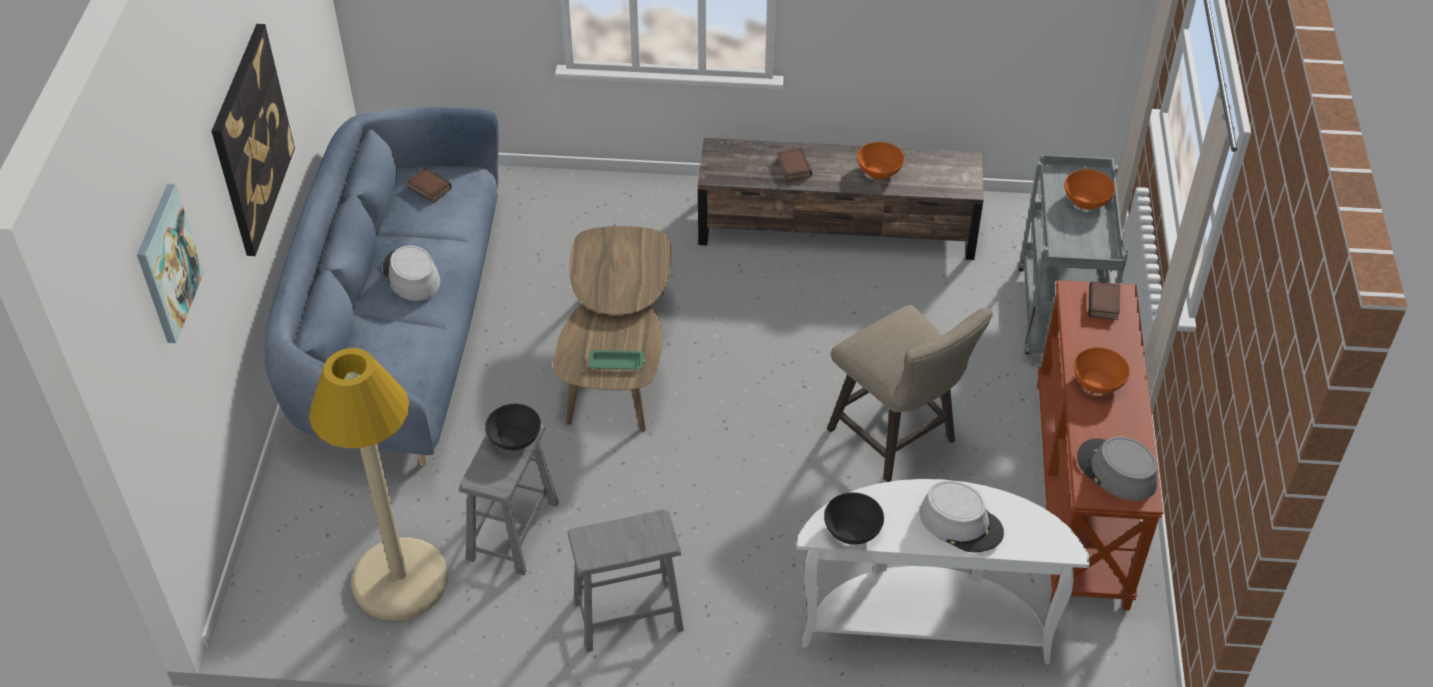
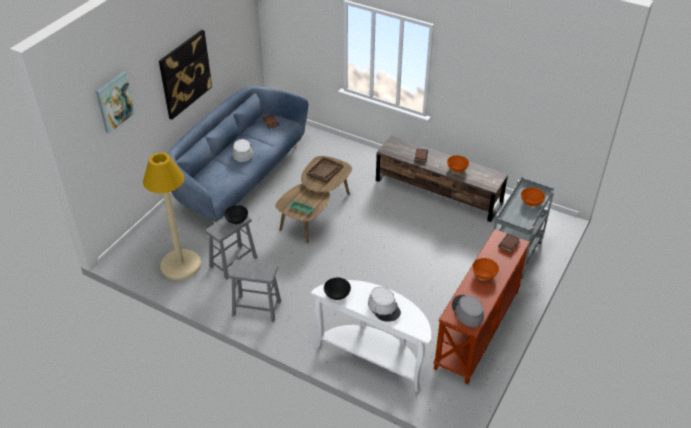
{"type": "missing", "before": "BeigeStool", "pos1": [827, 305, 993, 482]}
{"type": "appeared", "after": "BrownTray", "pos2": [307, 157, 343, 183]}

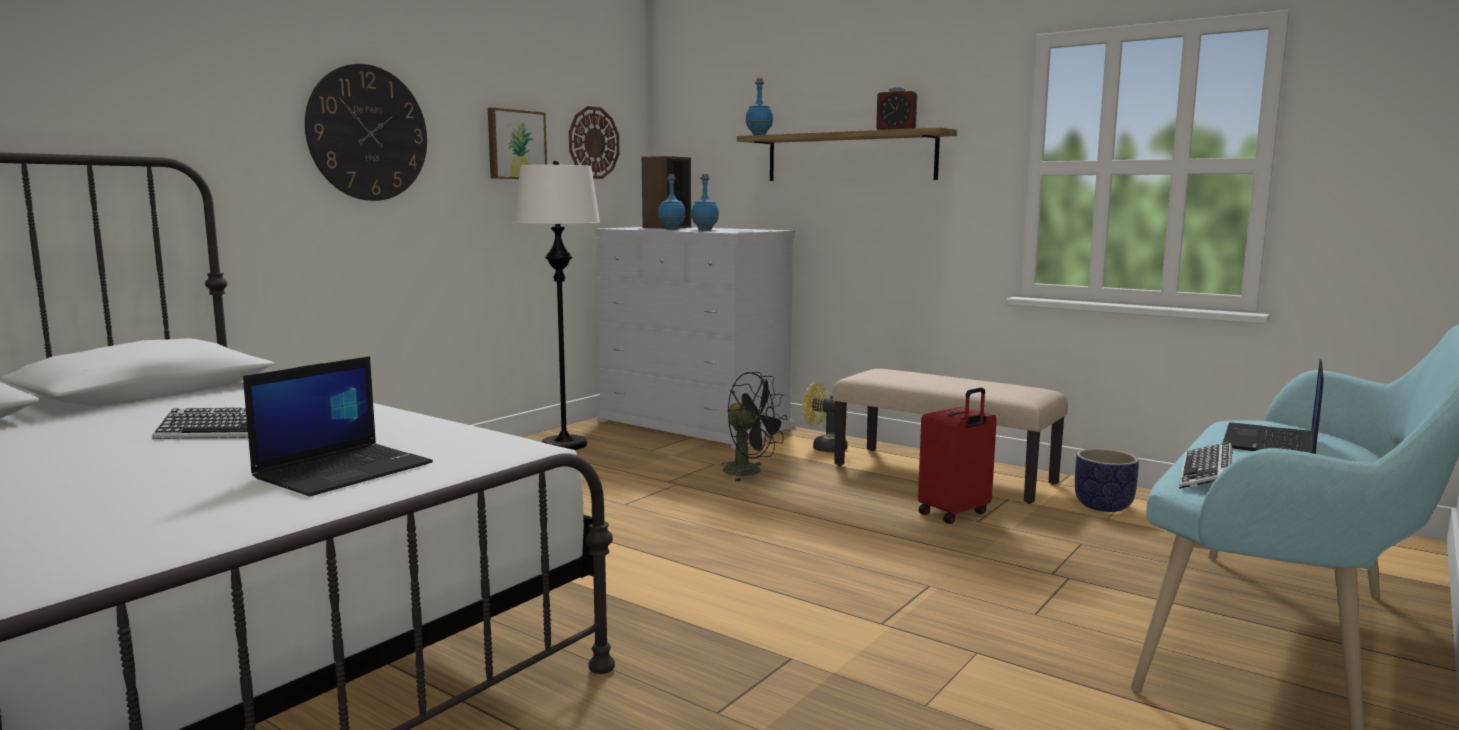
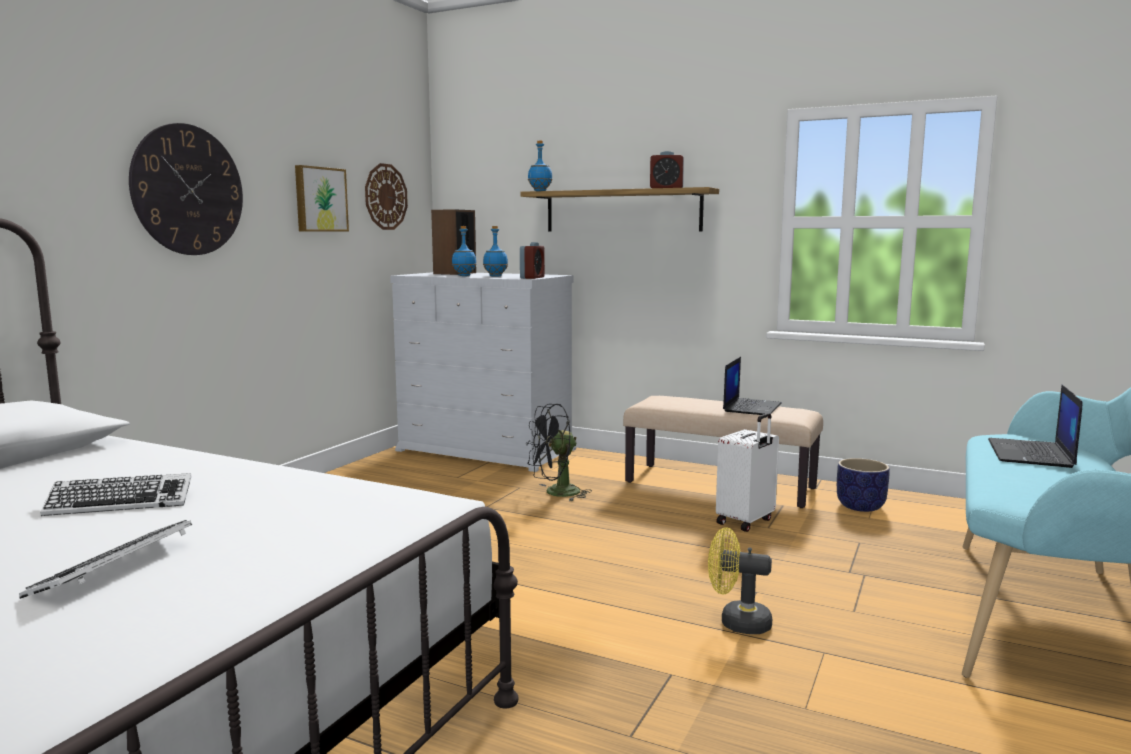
{"type": "missing", "before": "WhiteFloorLamp", "pos1": [515, 161, 600, 450]}
{"type": "appeared", "after": "AlarmClock", "pos2": [520, 242, 545, 279]}
{"type": "relocated", "before": "Laptop", "pos1": [243, 356, 433, 496], "pos2": [723, 357, 782, 415]}
{"type": "relocated", "before": "YellowFan", "pos1": [803, 382, 848, 452], "pos2": [708, 527, 772, 634]}
{"type": "relocated", "before": "Keyboard", "pos1": [1179, 442, 1233, 489], "pos2": [19, 520, 192, 599]}
{"type": "colour", "before": "RedSuitcase", "after": "WhiteSuitcase", "pos1": [918, 388, 997, 524], "pos2": [716, 413, 779, 532]}
{"type": "spun", "before": "BlackFan", "pos1": [721, 372, 787, 481], "pos2": [526, 404, 592, 501], "turn": 135}

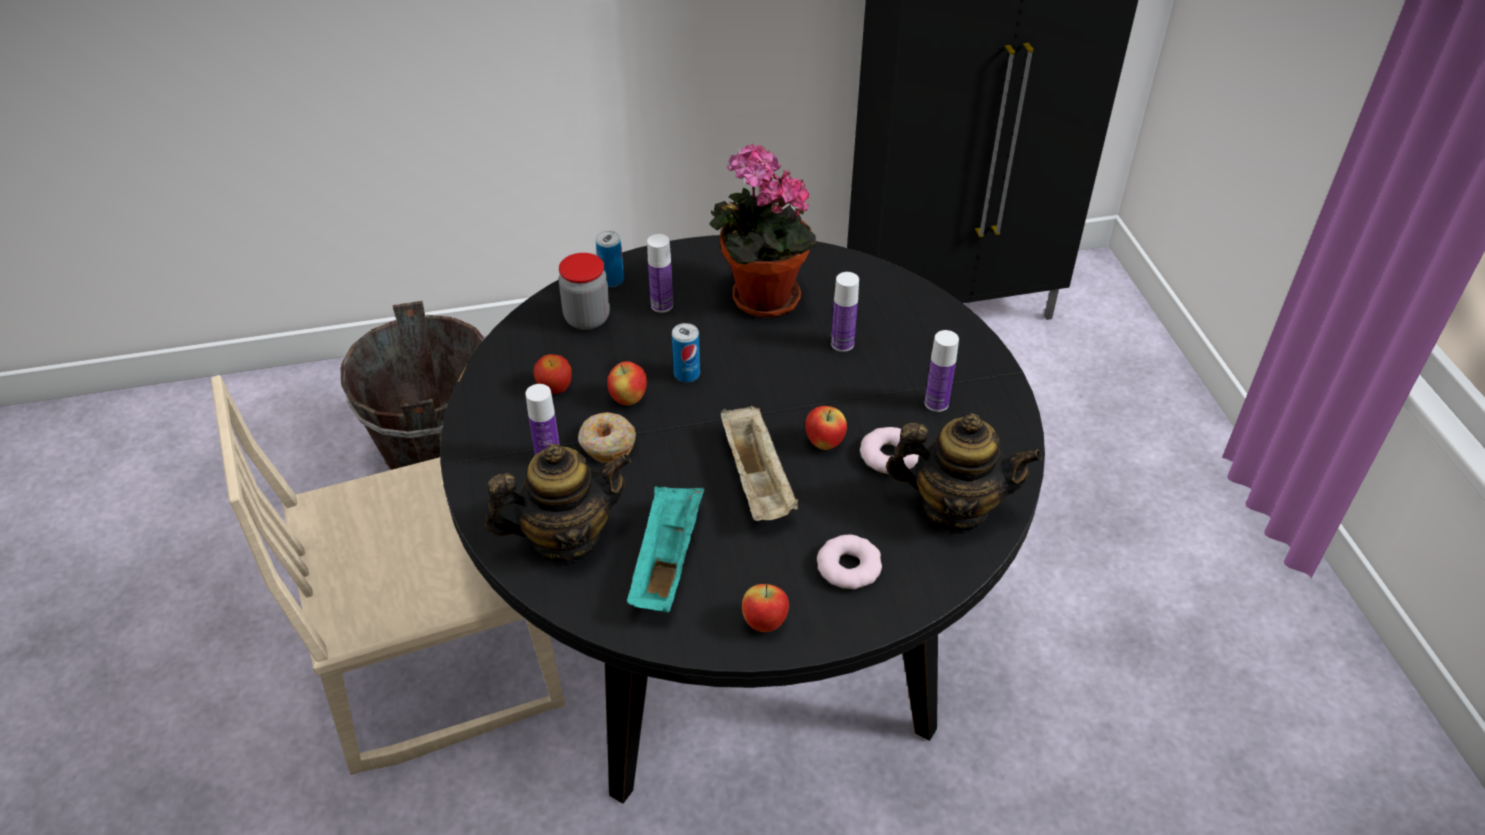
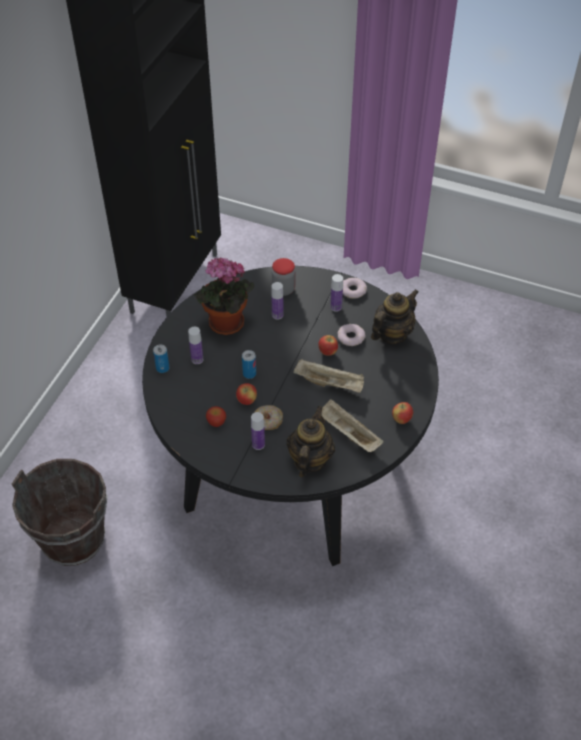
{"type": "missing", "before": "BeigeChair", "pos1": [211, 375, 565, 775]}
{"type": "relocated", "before": "Jar", "pos1": [559, 253, 610, 330], "pos2": [272, 258, 295, 296]}
{"type": "relocated", "before": "Donut", "pos1": [817, 535, 882, 590], "pos2": [343, 278, 367, 299]}
{"type": "colour", "before": "TurquoiseTray", "after": "BeigeTray", "pos1": [627, 486, 704, 612], "pos2": [321, 399, 384, 452]}

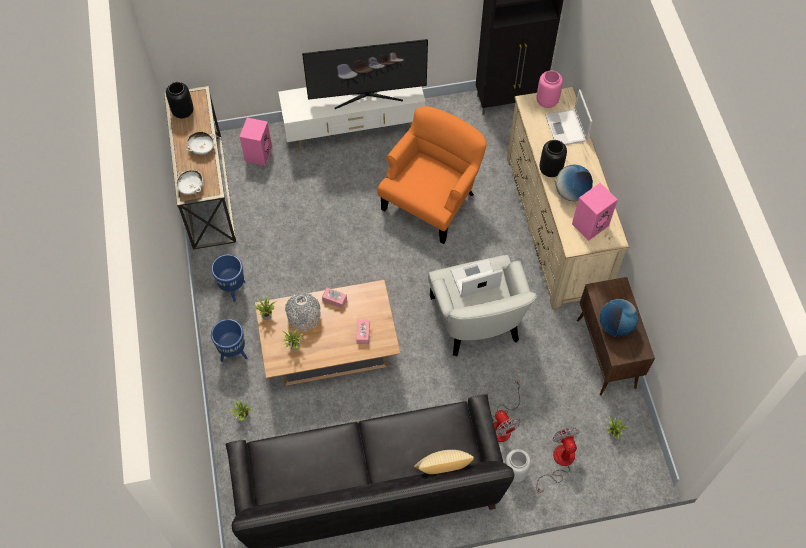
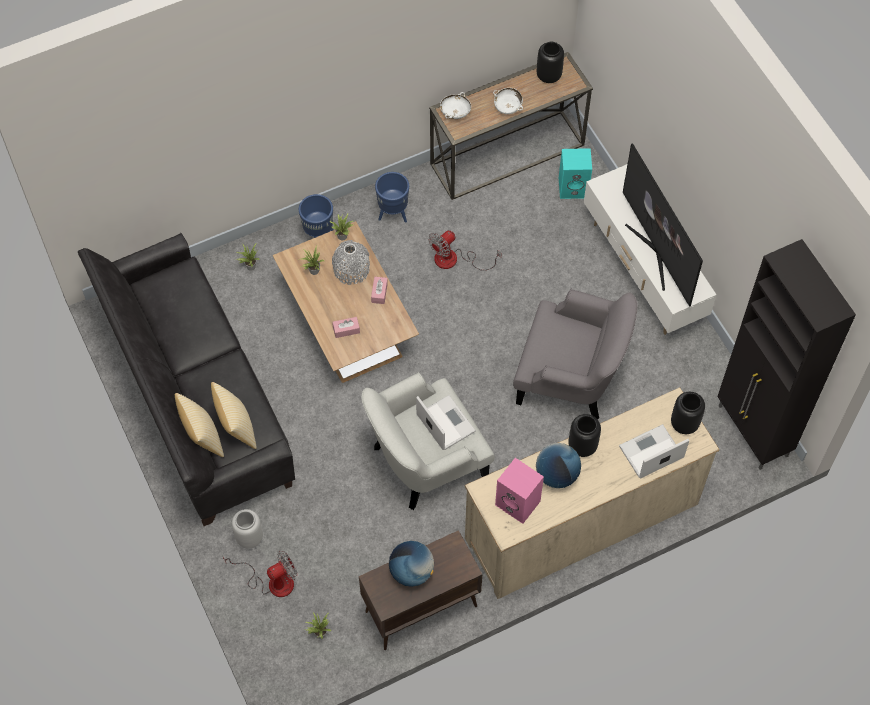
{"type": "appeared", "after": "Pillow", "pos2": [211, 382, 257, 449]}
{"type": "relocated", "before": "Fan", "pos1": [492, 379, 520, 442], "pos2": [428, 230, 502, 271]}
{"type": "colour", "before": "PinkSpeaker", "after": "TurquoiseSpeaker", "pos1": [239, 118, 272, 166], "pos2": [559, 148, 592, 199]}
{"type": "colour", "before": "OrangeArmchair", "after": "GreyArmchair", "pos1": [377, 106, 487, 244], "pos2": [513, 289, 638, 420]}
{"type": "colour", "before": "PinkVase", "after": "BlackVase", "pos1": [537, 70, 563, 108], "pos2": [671, 392, 705, 434]}

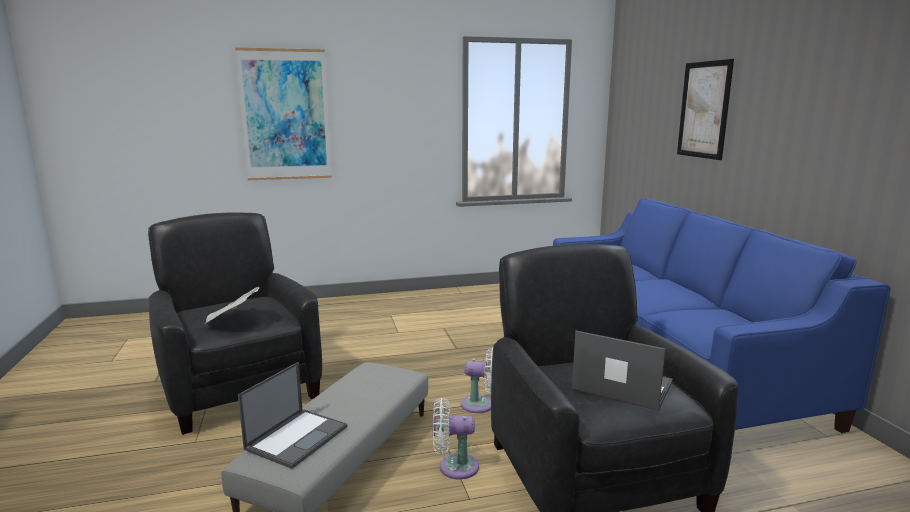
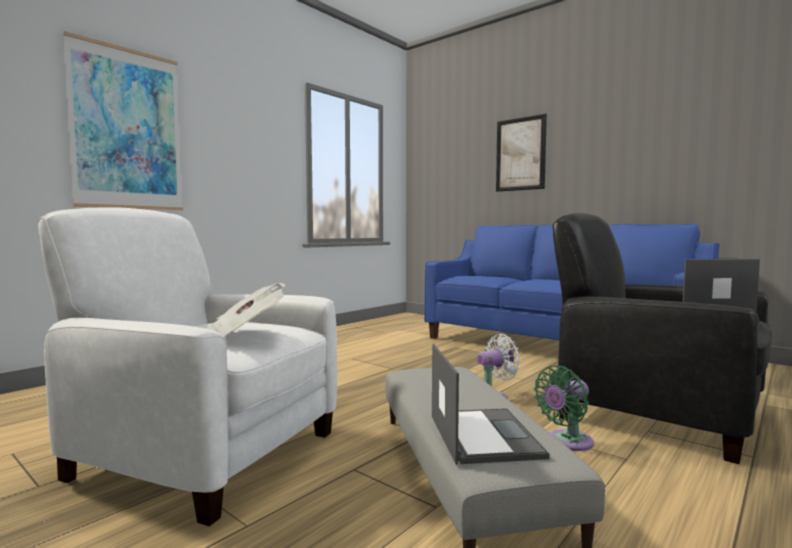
{"type": "colour", "before": "BlackArmchair", "after": "WhiteArmchair", "pos1": [148, 212, 322, 435], "pos2": [38, 207, 337, 526]}
{"type": "colour", "before": "WhiteFan", "after": "GreenFan", "pos1": [433, 398, 479, 480], "pos2": [534, 365, 594, 451]}

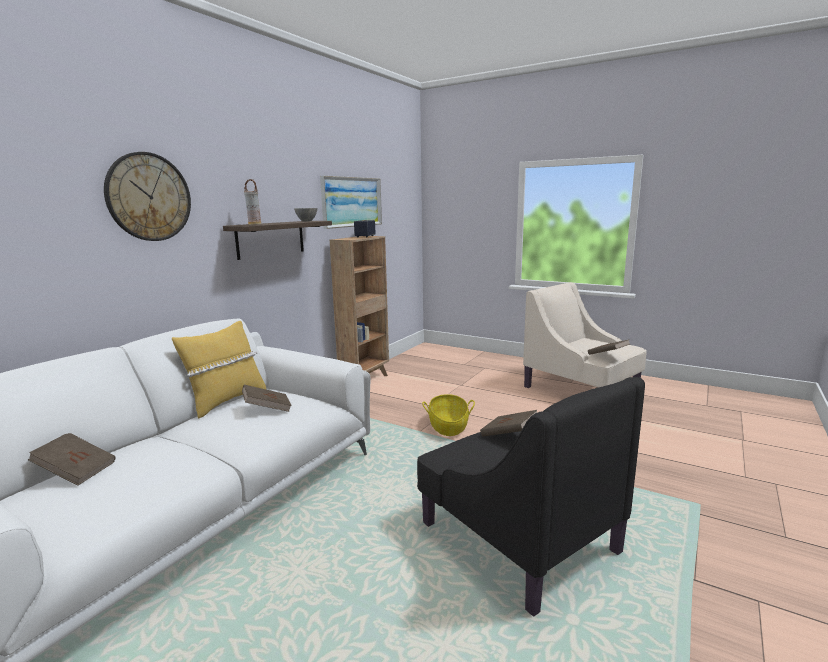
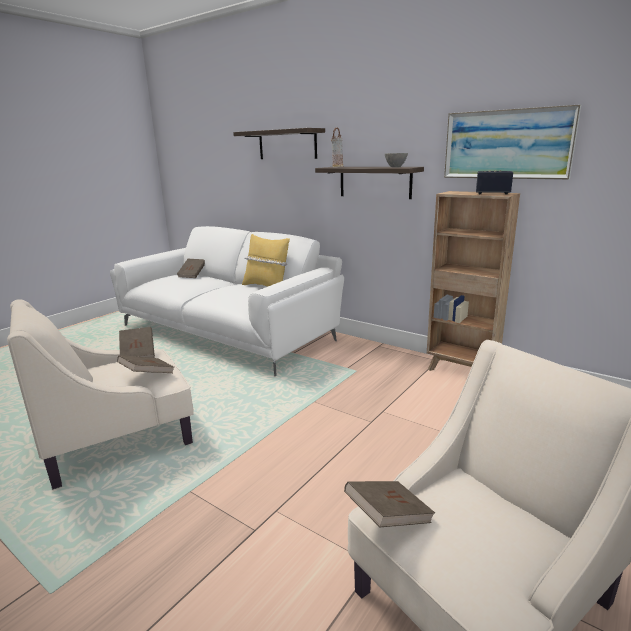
{"type": "missing", "before": "Basket", "pos1": [422, 394, 475, 436]}
{"type": "relocated", "before": "BrownBook", "pos1": [242, 385, 292, 412], "pos2": [119, 327, 155, 358]}
{"type": "exchanged", "before": "WallClock", "after": "Shelf", "pos1": [104, 152, 191, 241], "pos2": [233, 128, 325, 159]}
{"type": "colour", "before": "BlackArmchair", "after": "BeigeArmchair", "pos1": [417, 377, 645, 617], "pos2": [7, 299, 194, 490]}

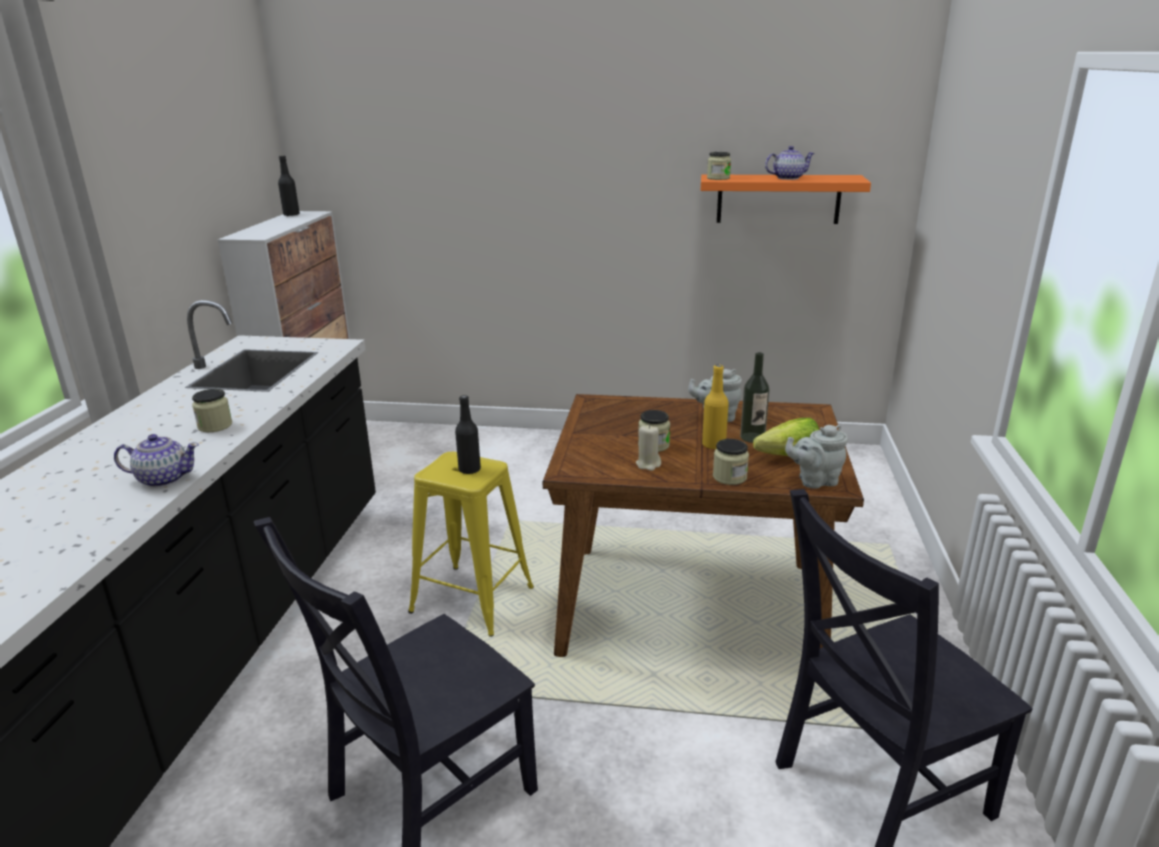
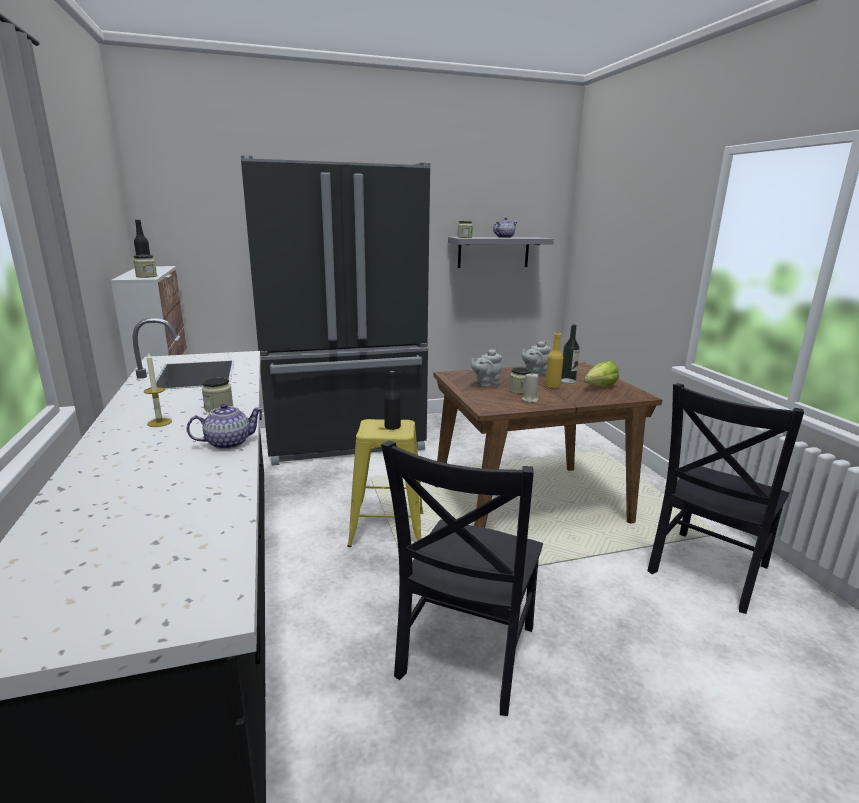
{"type": "appeared", "after": "Candle", "pos2": [144, 352, 172, 427]}
{"type": "appeared", "after": "BlackFridge", "pos2": [241, 156, 431, 466]}
{"type": "relocated", "before": "Jar", "pos1": [713, 439, 749, 485], "pos2": [133, 255, 157, 278]}
{"type": "relocated", "before": "GreyTeapot", "pos1": [785, 425, 848, 489], "pos2": [471, 349, 502, 387]}
{"type": "colour", "before": "OrangeShelf", "after": "GreyShelf", "pos1": [701, 175, 871, 224], "pos2": [448, 237, 554, 268]}

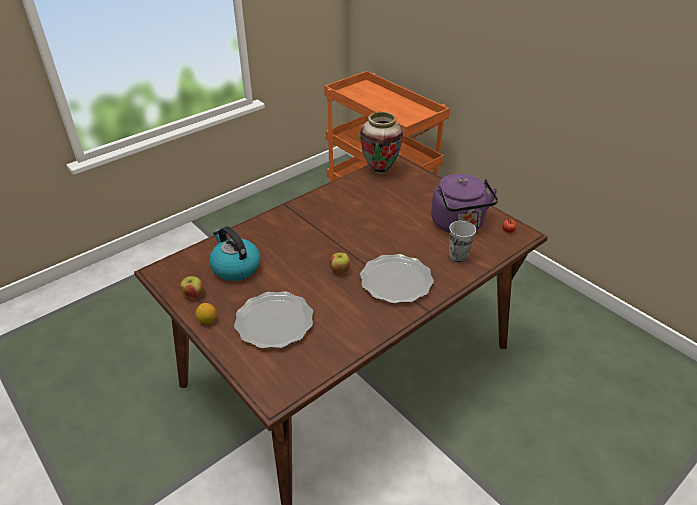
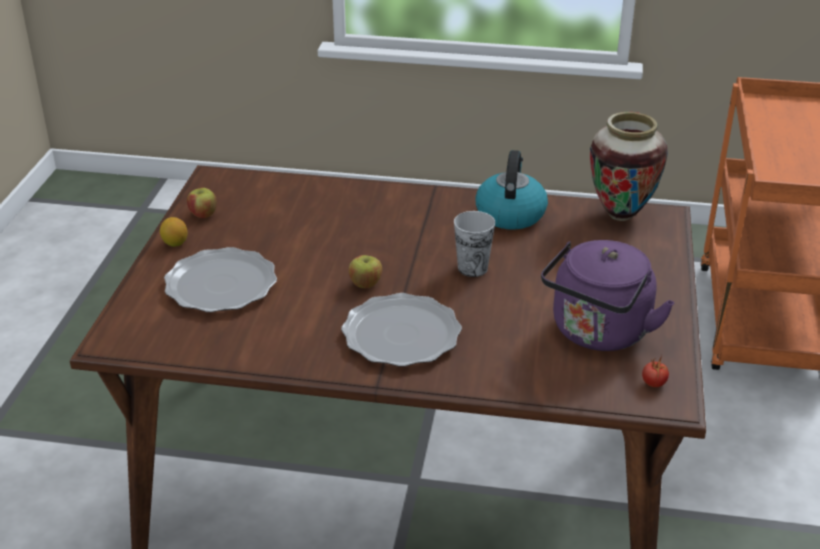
{"type": "relocated", "before": "Kettle", "pos1": [209, 226, 260, 281], "pos2": [476, 150, 548, 230]}
{"type": "relocated", "before": "Cup", "pos1": [449, 221, 476, 262], "pos2": [454, 211, 495, 277]}

